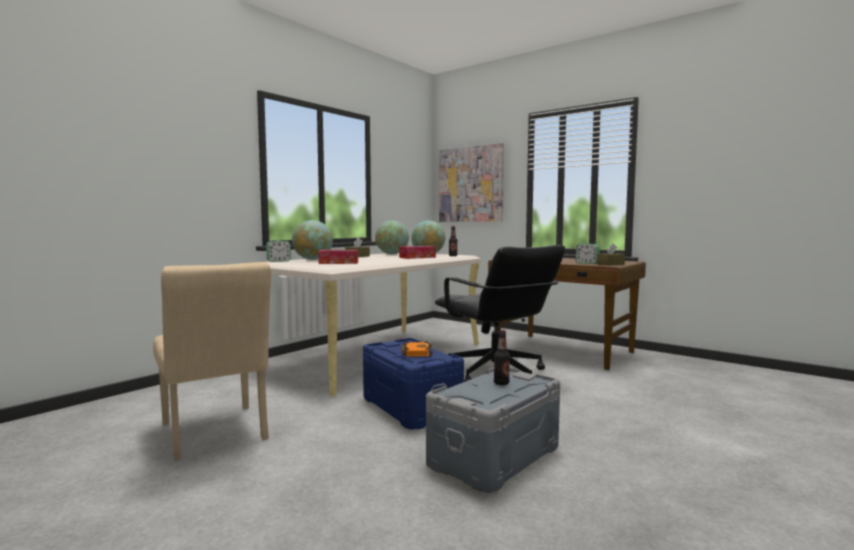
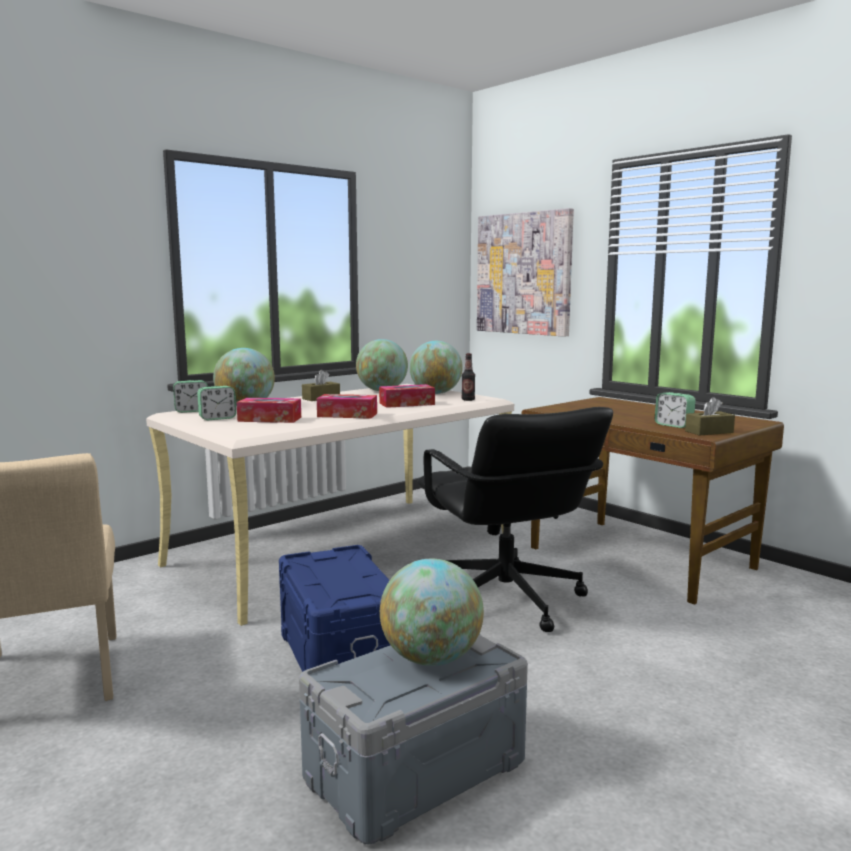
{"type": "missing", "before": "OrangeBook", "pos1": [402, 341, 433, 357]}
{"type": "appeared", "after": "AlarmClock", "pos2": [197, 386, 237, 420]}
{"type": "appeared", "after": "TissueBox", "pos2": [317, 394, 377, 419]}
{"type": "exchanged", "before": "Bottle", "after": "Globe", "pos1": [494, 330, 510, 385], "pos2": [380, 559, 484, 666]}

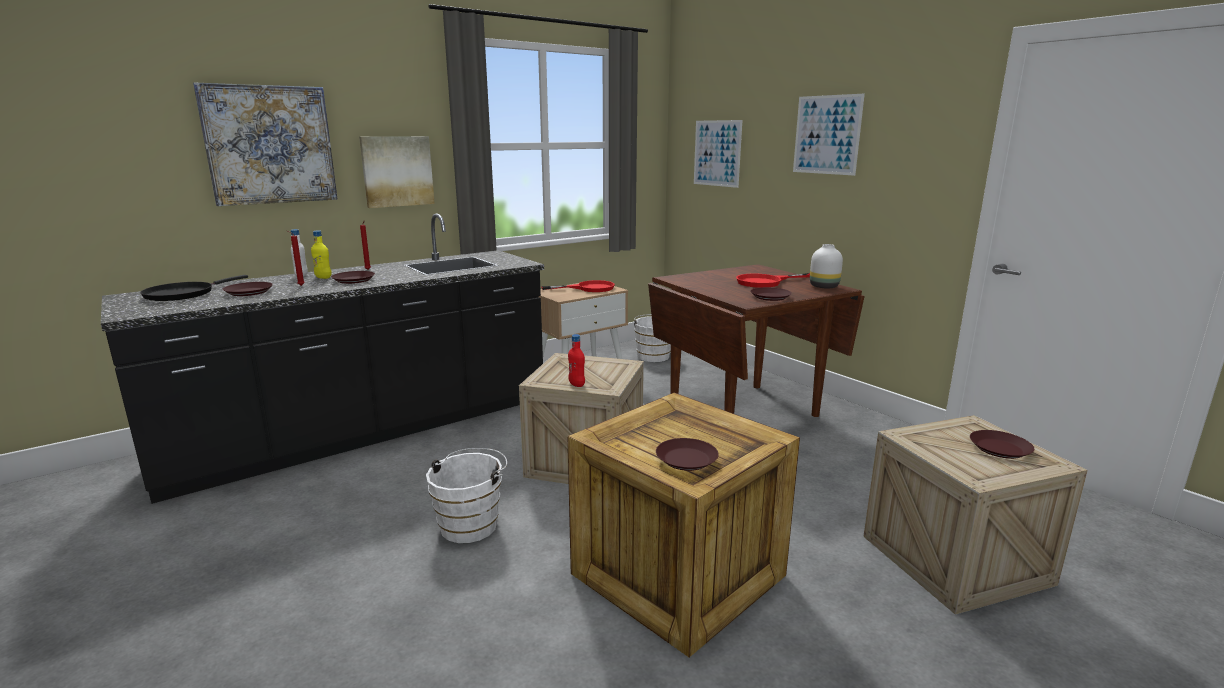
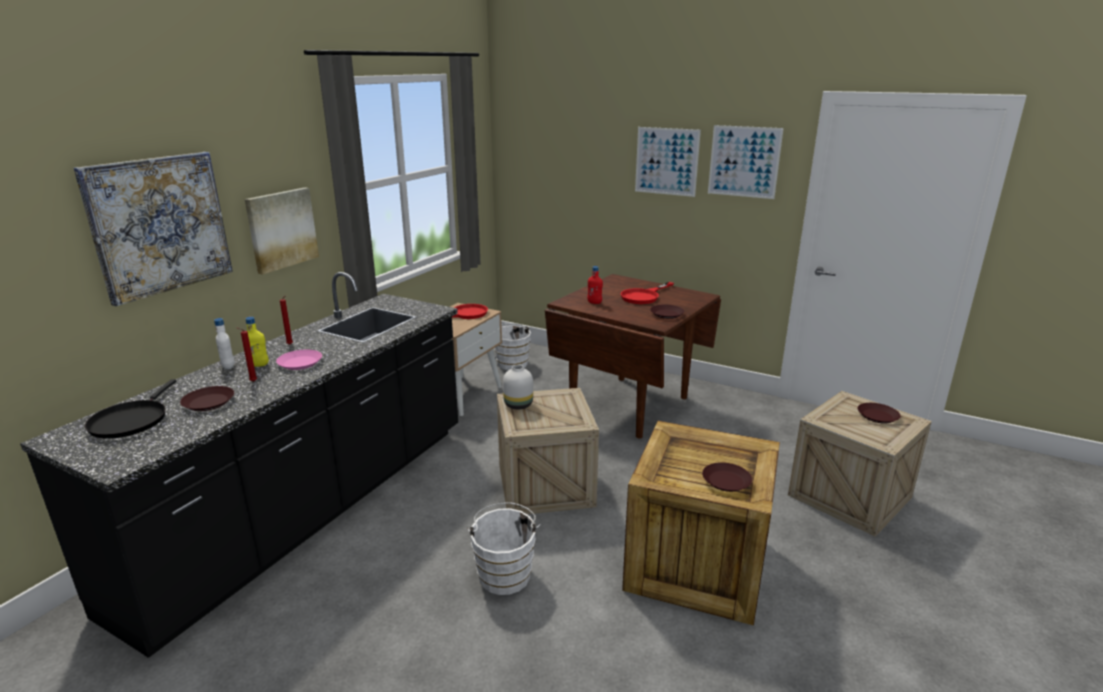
{"type": "relocated", "before": "RedBottle", "pos1": [568, 334, 585, 387], "pos2": [587, 266, 603, 304]}
{"type": "relocated", "before": "Picture", "pos1": [694, 120, 742, 188], "pos2": [708, 125, 784, 199]}
{"type": "relocated", "before": "WhiteVase", "pos1": [810, 244, 843, 288], "pos2": [503, 365, 533, 409]}
{"type": "colour", "before": "BrownPlate", "after": "PinkPlate", "pos1": [331, 271, 375, 284], "pos2": [276, 350, 322, 370]}

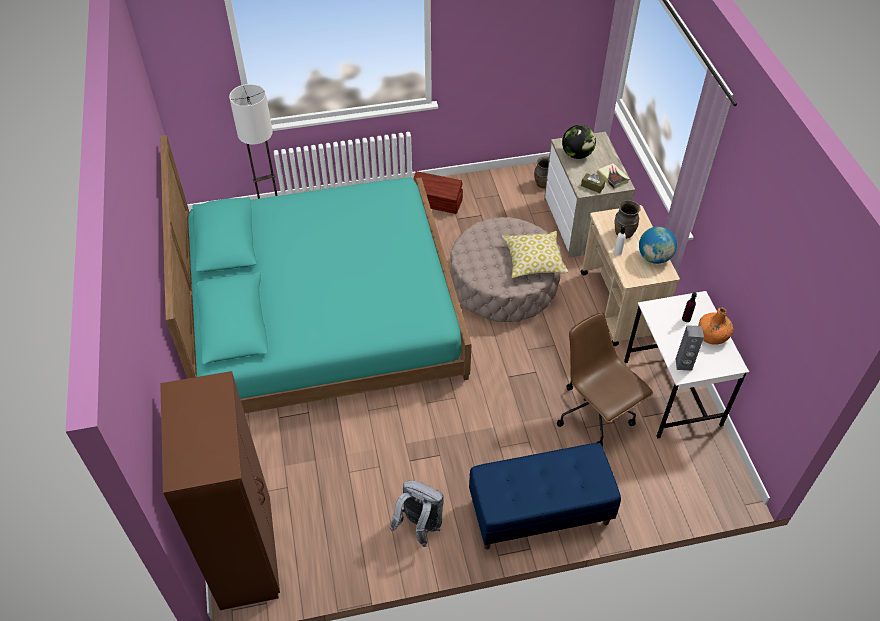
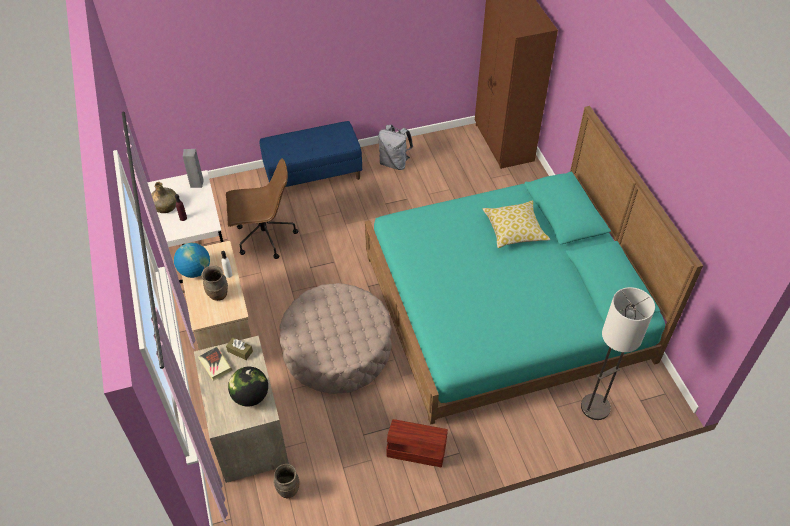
{"type": "relocated", "before": "Pillow", "pos1": [502, 231, 568, 278], "pos2": [482, 201, 550, 248]}
{"type": "colour", "before": "OrangeBottle", "after": "GreenBottle", "pos1": [698, 308, 733, 345], "pos2": [151, 182, 176, 213]}
{"type": "spun", "before": "BrownOfficeChair", "pos1": [557, 312, 653, 447], "pos2": [226, 158, 298, 259], "turn": -60}

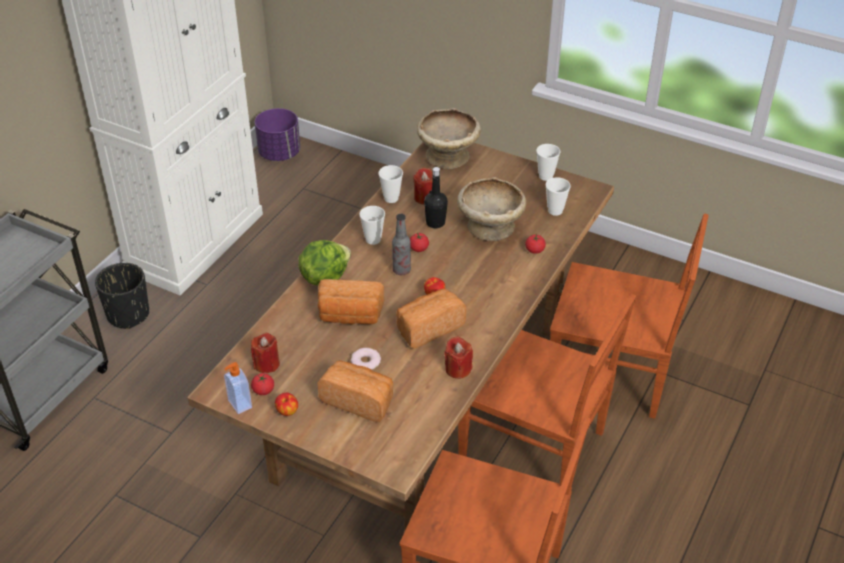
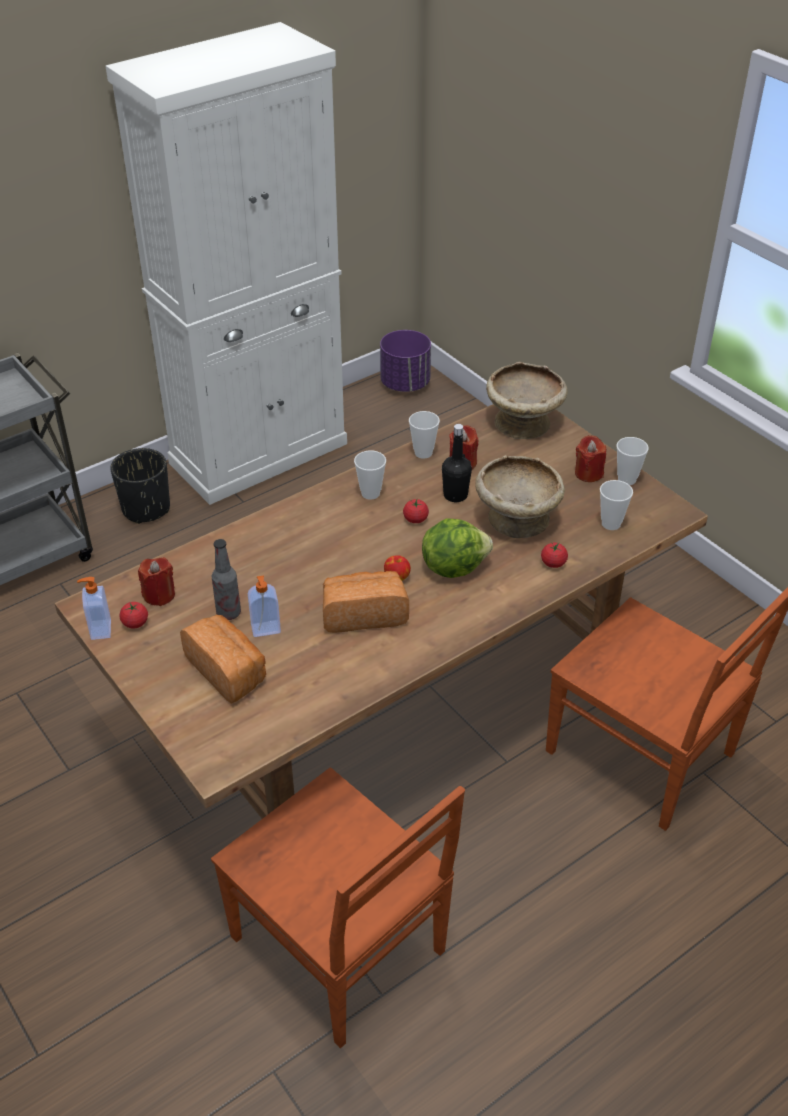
{"type": "missing", "before": "Apple", "pos1": [275, 393, 298, 416]}
{"type": "missing", "before": "Bread", "pos1": [318, 279, 385, 324]}
{"type": "missing", "before": "BrownChair", "pos1": [458, 294, 636, 484]}
{"type": "relocated", "before": "Lettuce", "pos1": [298, 240, 351, 285], "pos2": [422, 518, 493, 578]}
{"type": "relocated", "before": "Bottle", "pos1": [392, 214, 411, 275], "pos2": [212, 539, 241, 620]}
{"type": "relocated", "before": "RedCandle", "pos1": [444, 336, 473, 379], "pos2": [575, 435, 606, 482]}
{"type": "exchanged", "before": "Donut", "after": "SoapDispenser", "pos1": [350, 348, 381, 370], "pos2": [248, 575, 281, 637]}

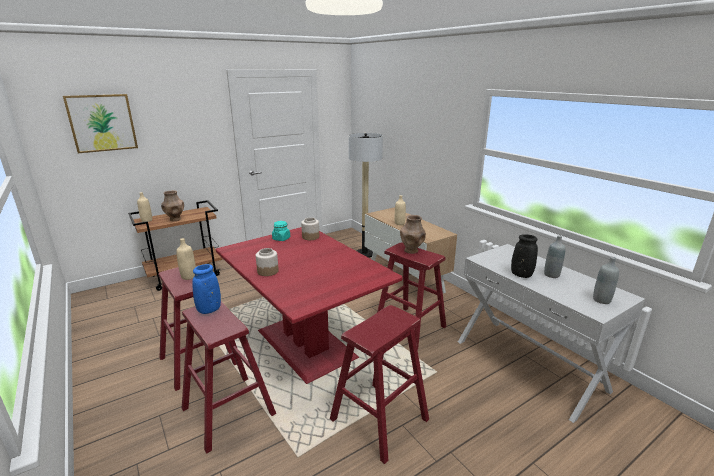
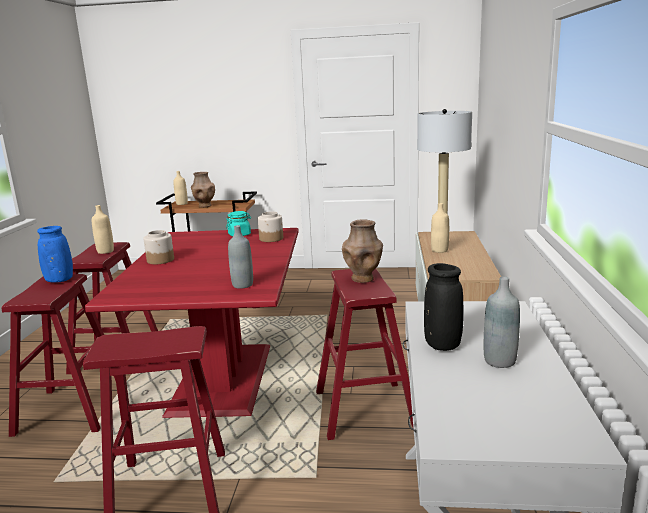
{"type": "missing", "before": "Picture", "pos1": [63, 94, 138, 153]}
{"type": "relocated", "before": "GreyBottle", "pos1": [593, 257, 619, 304], "pos2": [228, 225, 253, 289]}

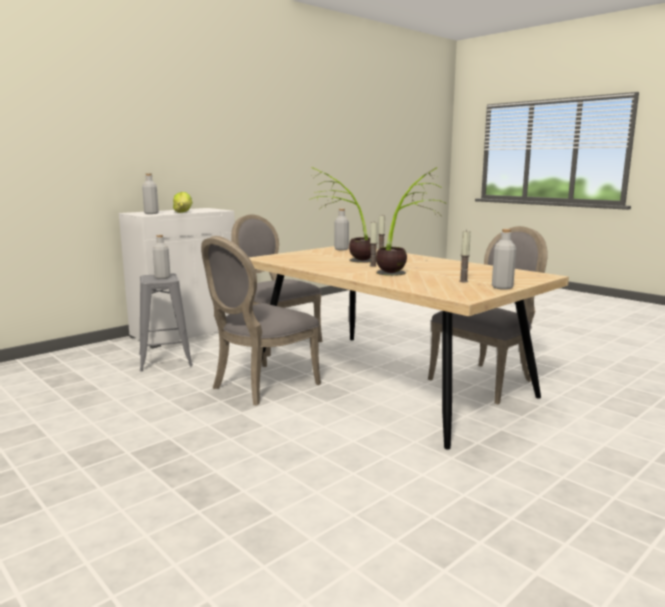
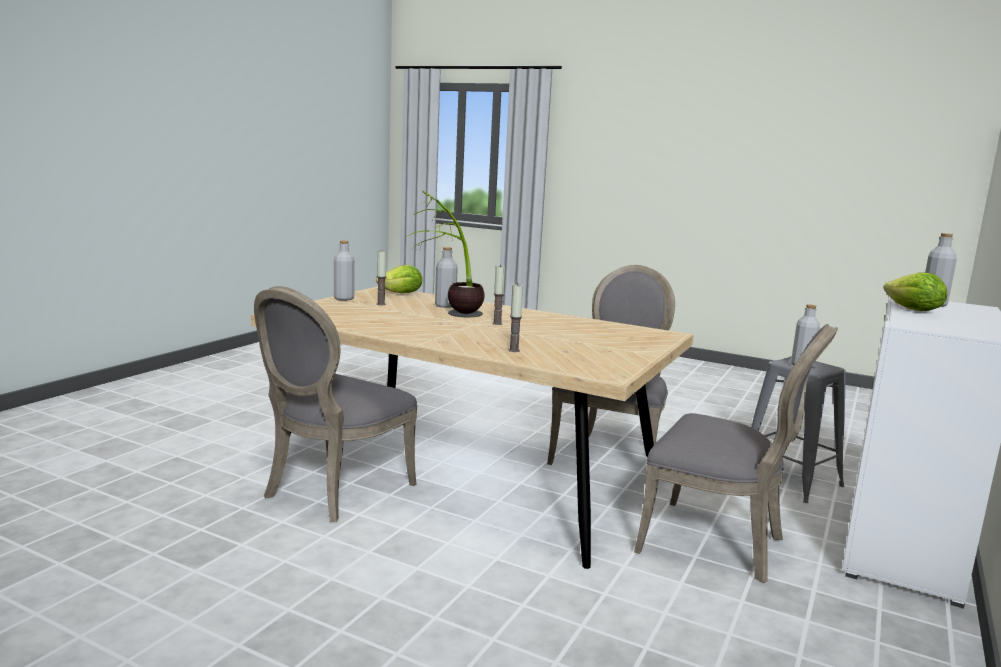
{"type": "missing", "before": "PottedPlant", "pos1": [309, 167, 371, 263]}
{"type": "appeared", "after": "Lettuce", "pos2": [376, 265, 422, 293]}
{"type": "relocated", "before": "GreyBottle", "pos1": [335, 208, 349, 250], "pos2": [435, 247, 458, 308]}

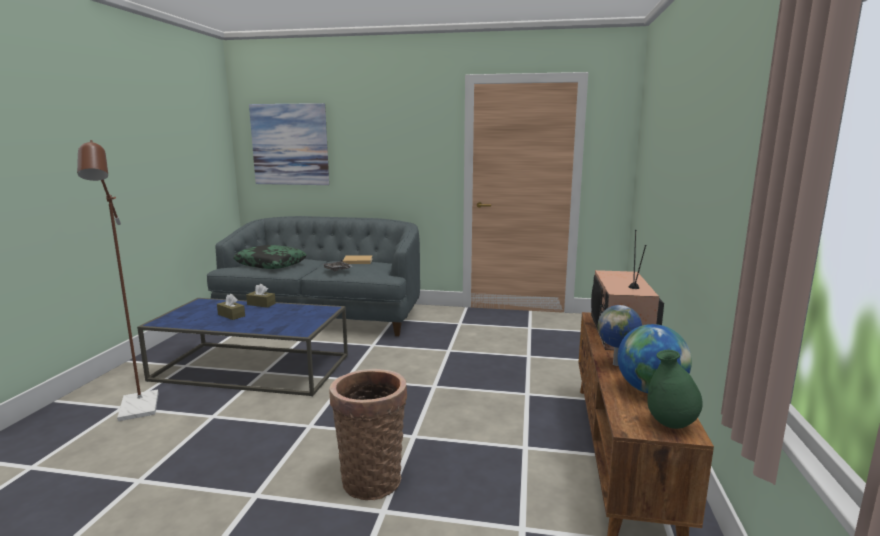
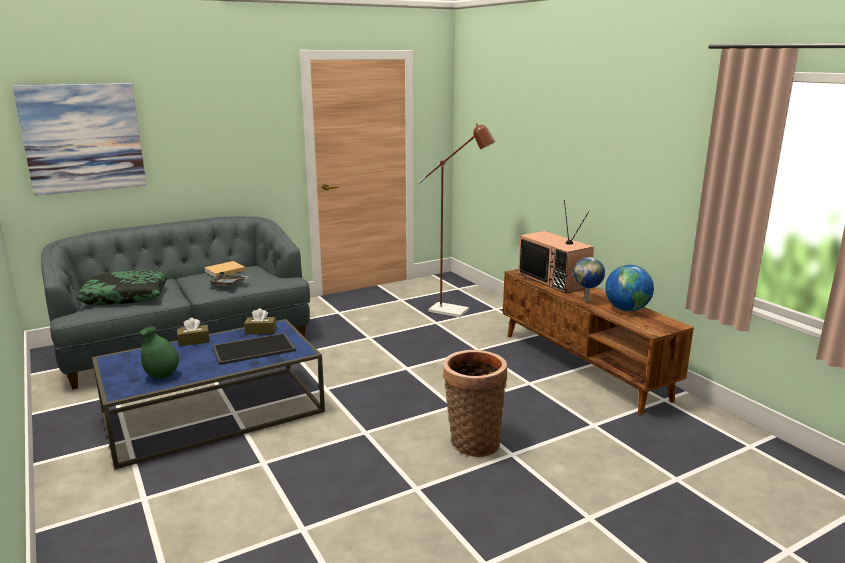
{"type": "appeared", "after": "Tray", "pos2": [212, 333, 296, 365]}
{"type": "relocated", "before": "BrownFloorLamp", "pos1": [77, 140, 159, 421], "pos2": [419, 123, 495, 317]}
{"type": "relocated", "before": "BrownTissueBox", "pos1": [217, 294, 245, 320], "pos2": [244, 308, 276, 335]}
{"type": "relocated", "before": "GreenVase", "pos1": [647, 350, 703, 429], "pos2": [140, 326, 179, 379]}

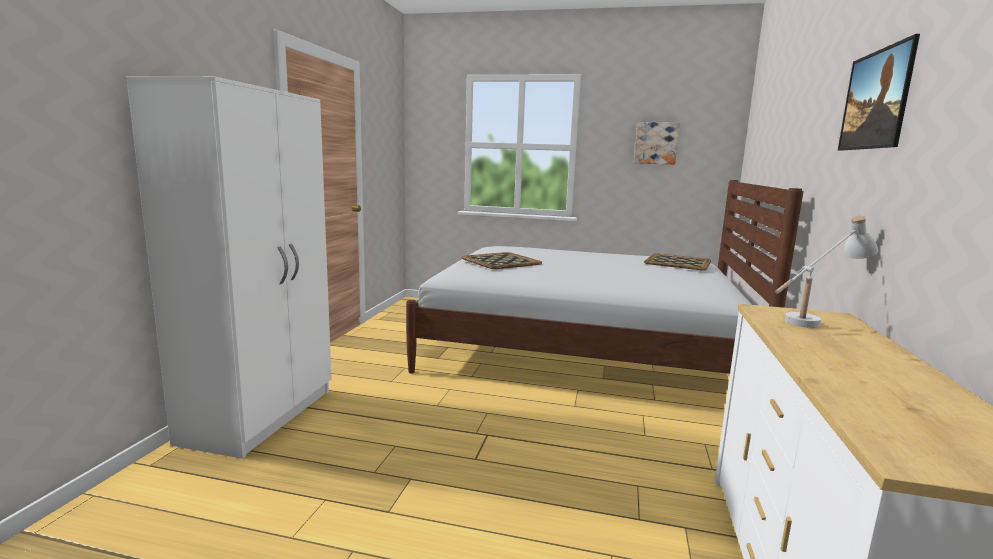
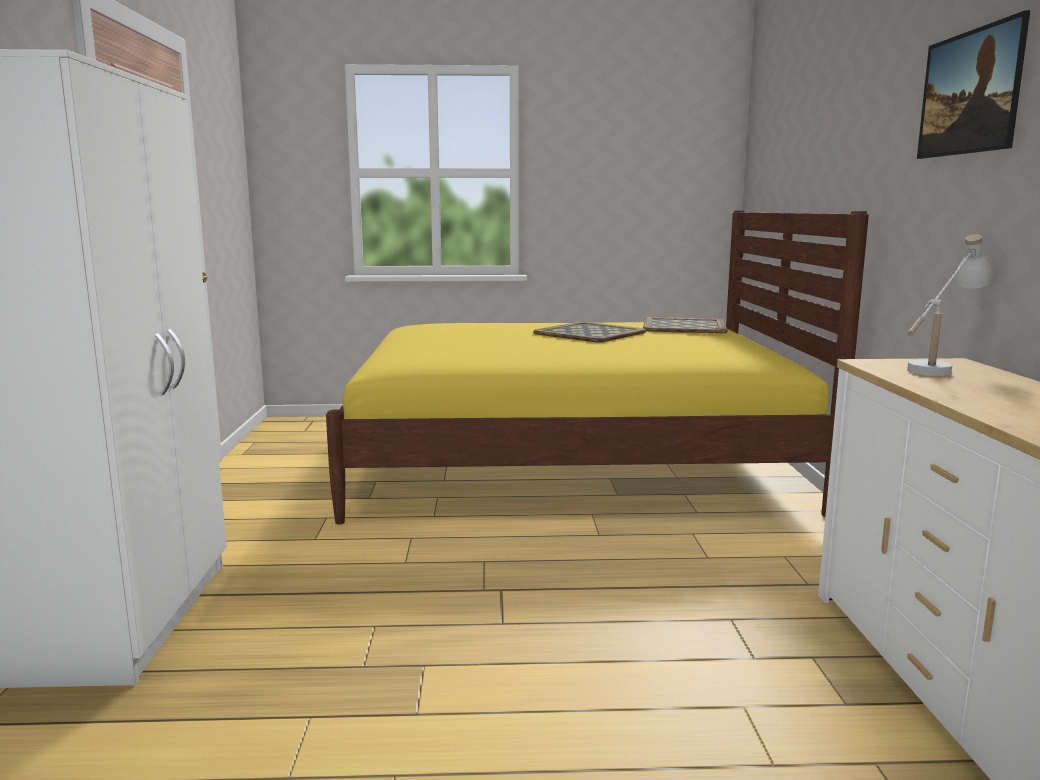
{"type": "missing", "before": "Picture", "pos1": [634, 122, 680, 165]}
{"type": "relocated", "before": "Tray", "pos1": [462, 252, 542, 269], "pos2": [533, 322, 646, 342]}
{"type": "colour", "before": "WhiteBed", "after": "YellowBed", "pos1": [406, 180, 804, 374], "pos2": [326, 211, 869, 525]}

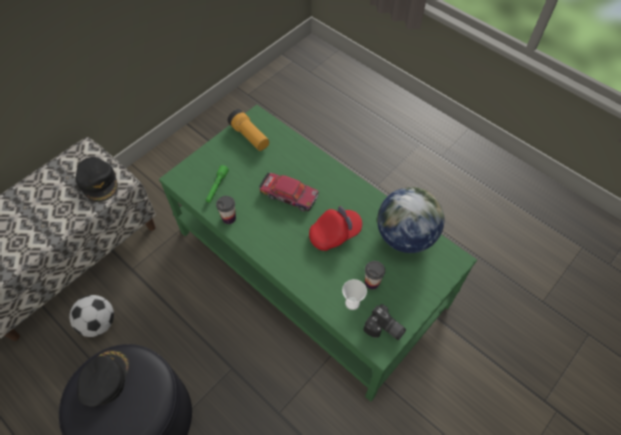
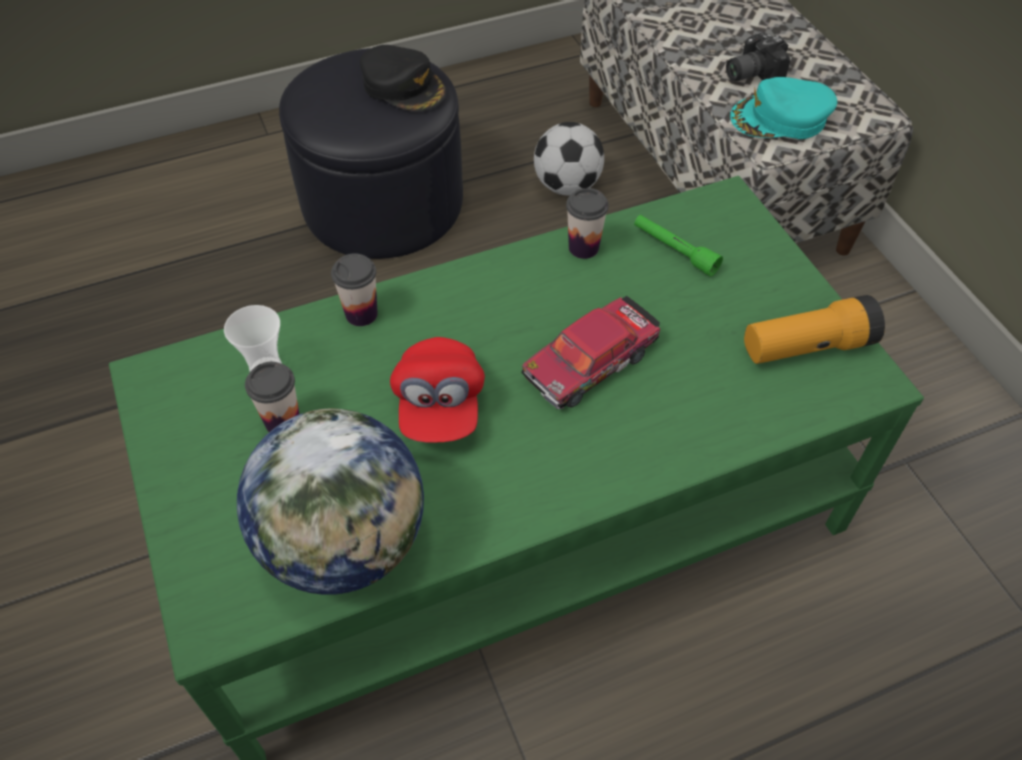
{"type": "appeared", "after": "Cup", "pos2": [331, 253, 378, 326]}
{"type": "relocated", "before": "PhotoCamera", "pos1": [363, 304, 406, 340], "pos2": [726, 32, 790, 81]}
{"type": "colour", "before": "BlackCap", "after": "TurquoiseCap", "pos1": [76, 157, 118, 202], "pos2": [730, 77, 837, 139]}

